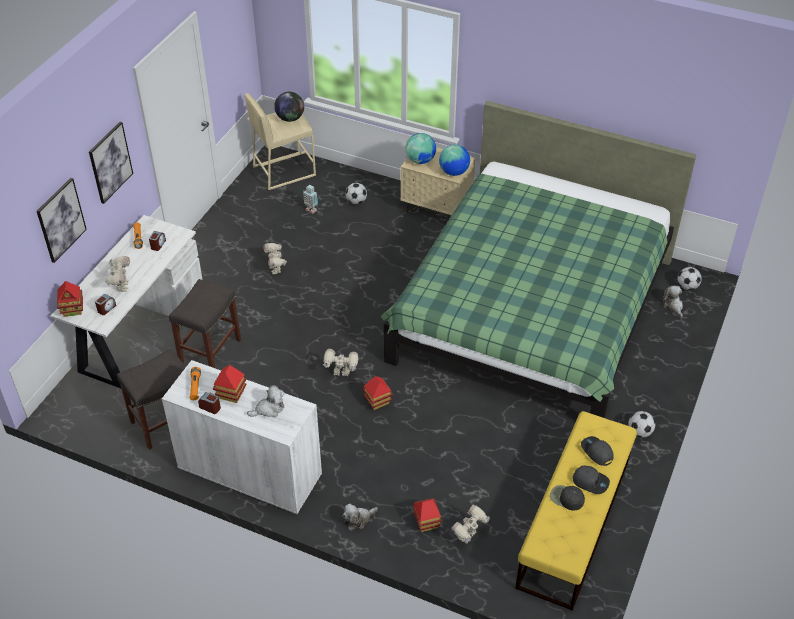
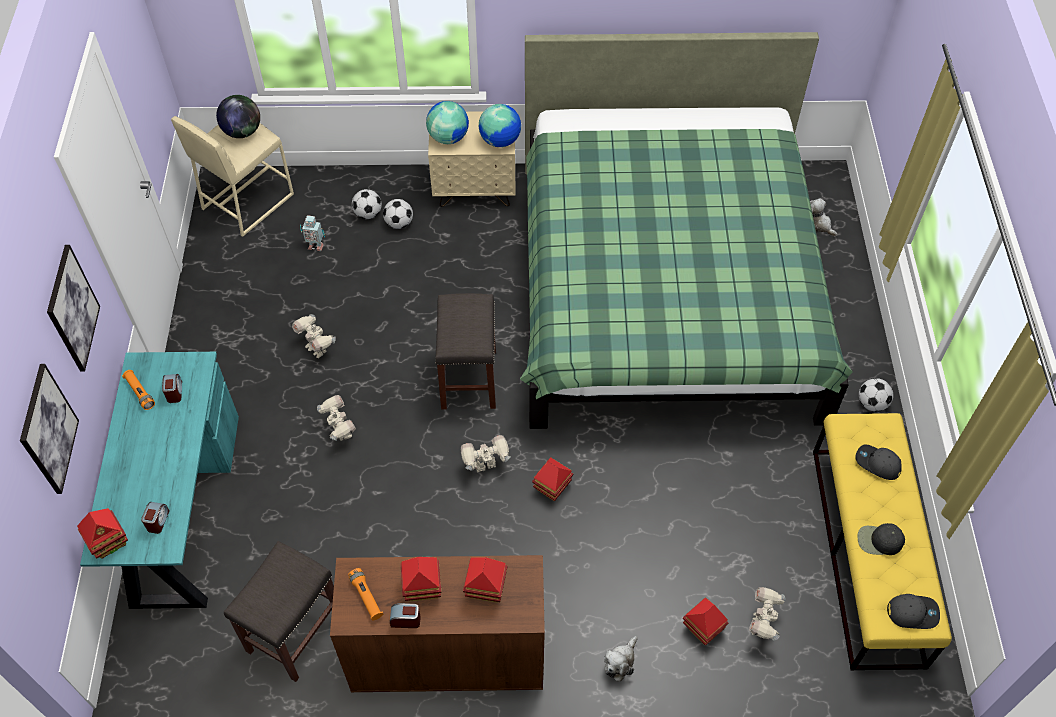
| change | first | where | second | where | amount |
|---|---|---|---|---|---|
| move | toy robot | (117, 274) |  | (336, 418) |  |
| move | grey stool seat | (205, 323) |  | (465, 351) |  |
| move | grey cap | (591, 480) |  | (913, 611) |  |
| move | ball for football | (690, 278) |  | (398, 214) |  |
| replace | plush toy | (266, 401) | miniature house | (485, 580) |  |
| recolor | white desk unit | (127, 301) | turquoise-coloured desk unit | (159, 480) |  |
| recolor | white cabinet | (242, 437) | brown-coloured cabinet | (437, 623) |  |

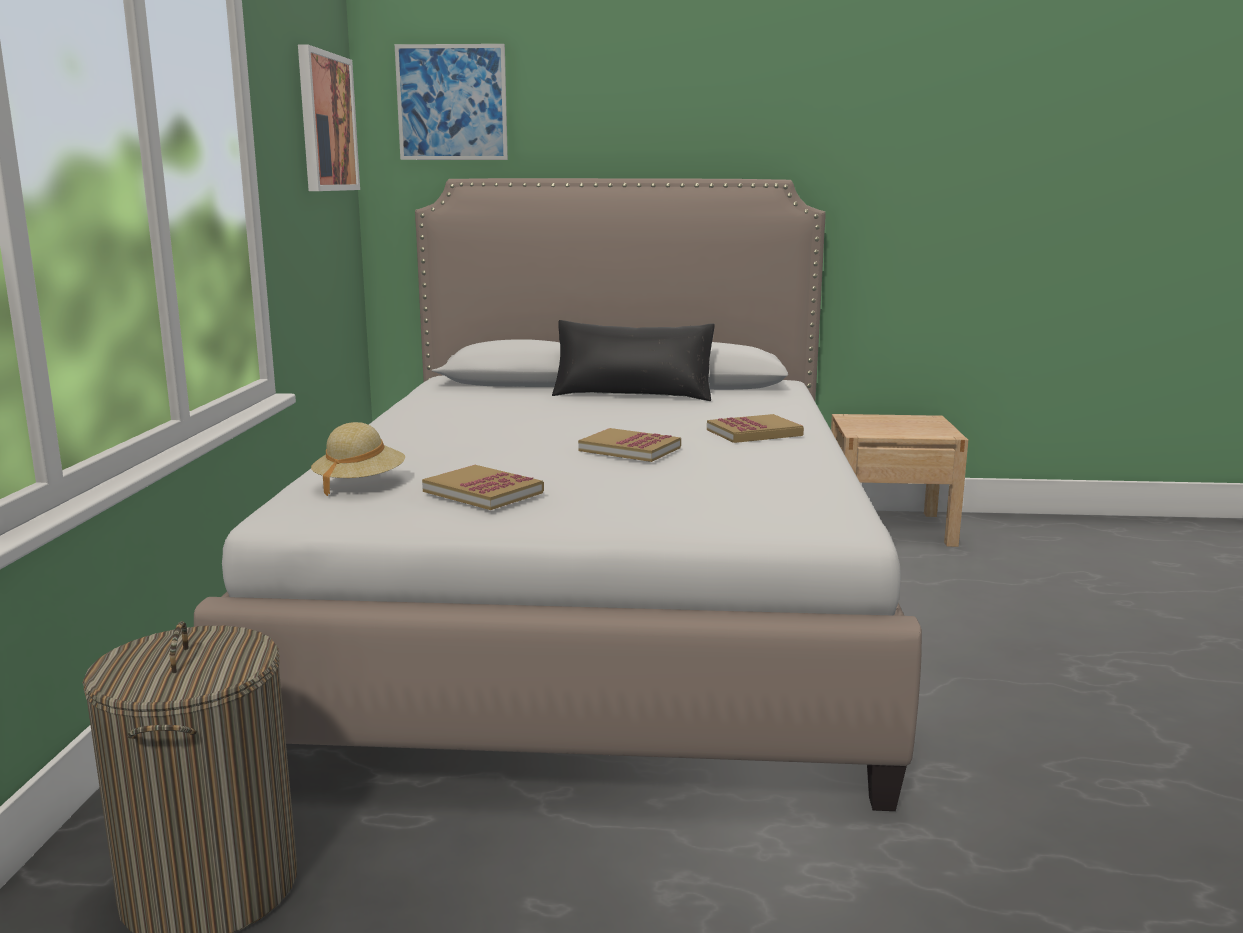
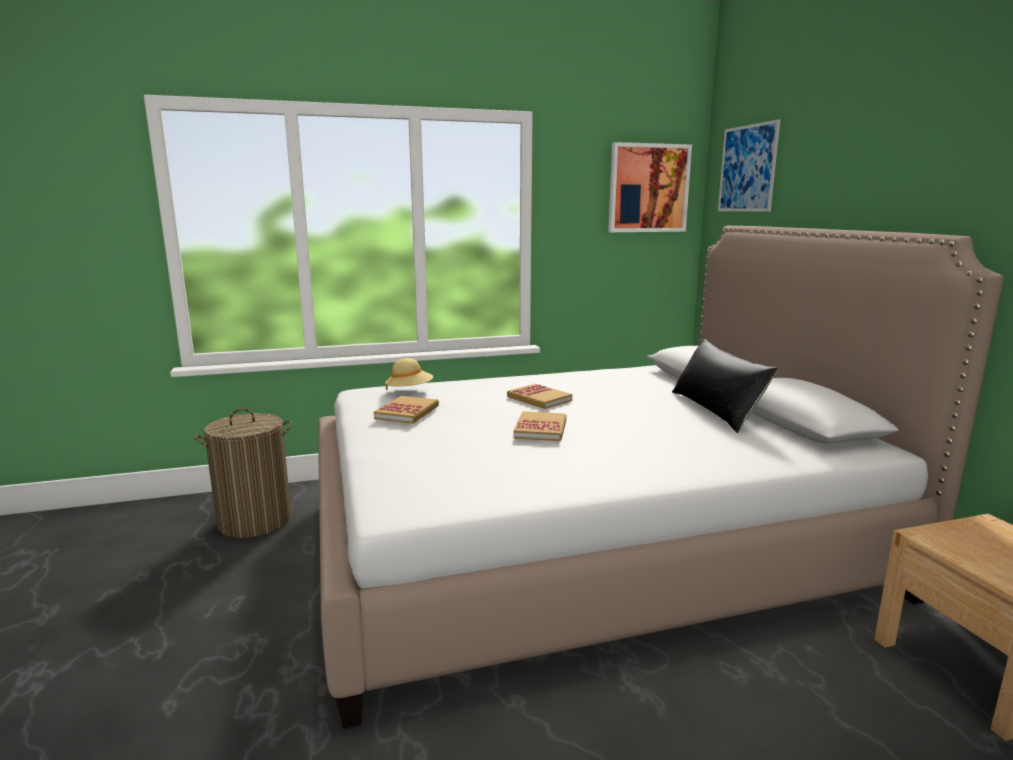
| change | first | where | second | where | amount |
|---|---|---|---|---|---|
| move | volume | (755, 428) |  | (540, 396) |  |

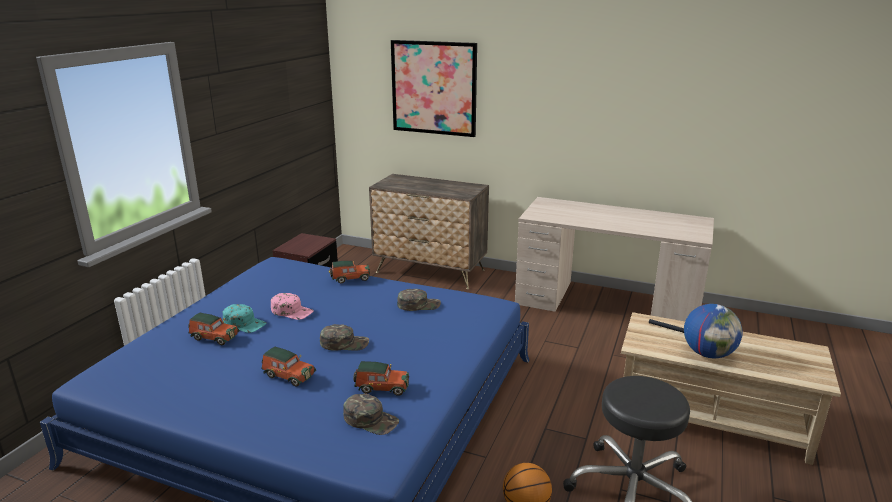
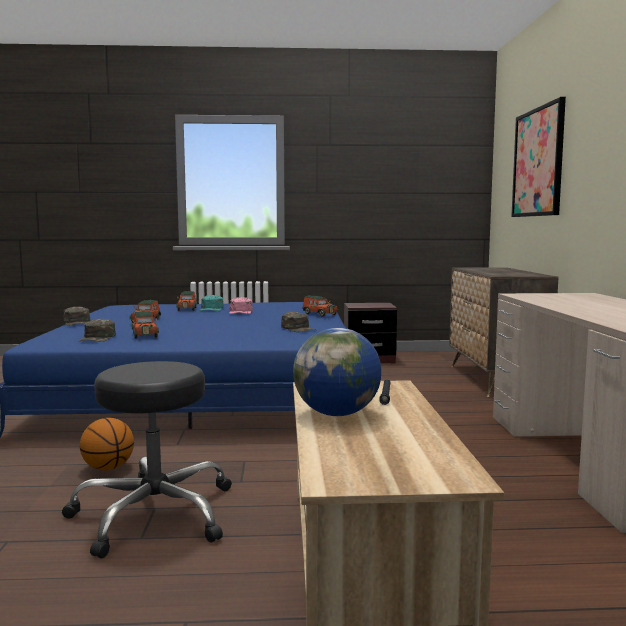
| change | first | where | second | where | amount |
|---|---|---|---|---|---|
| move | green cap | (344, 337) |  | (76, 316) |  |

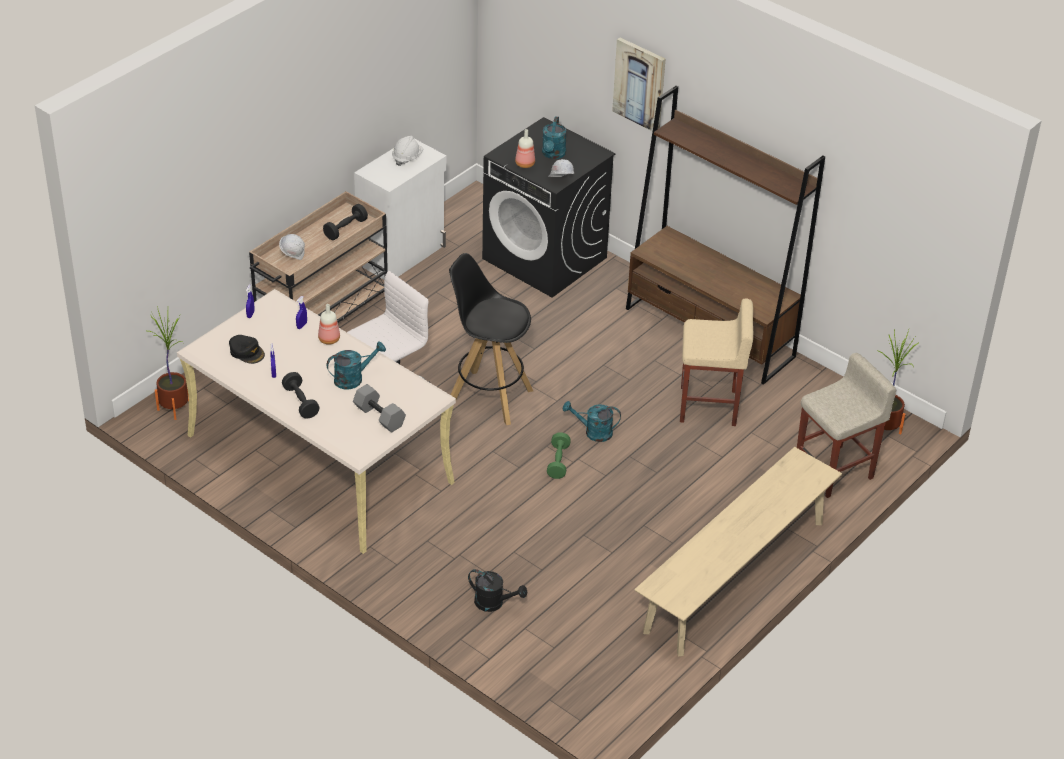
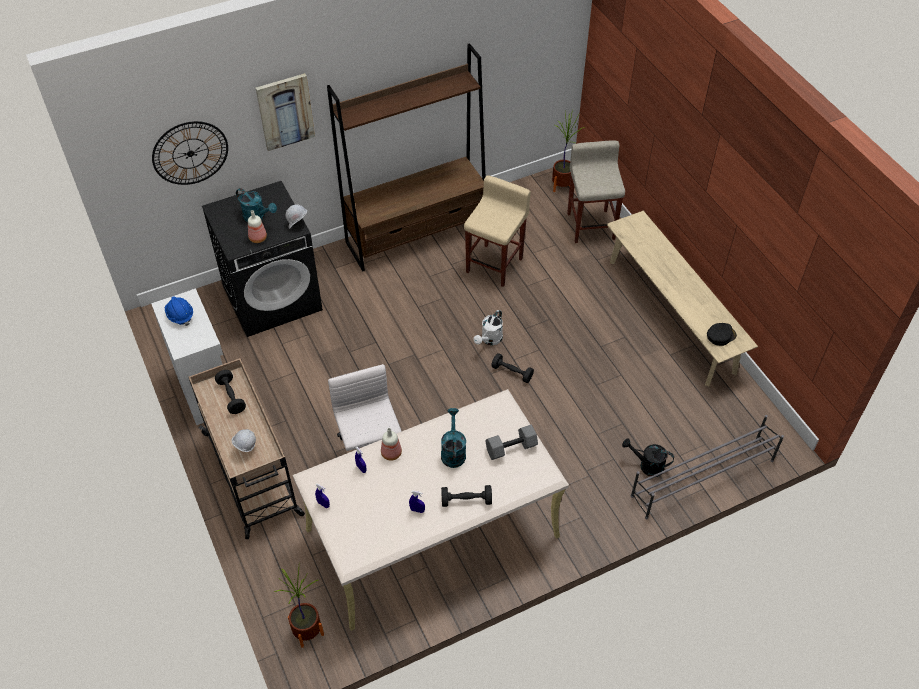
| change | first | where | second | where | amount |
|---|---|---|---|---|---|
| delete | black stool seat | (491, 339) |  |  |  |
| insert |  |  | clock on the wall | (190, 153) |  |
| insert |  |  | grey shoe rack | (707, 467) |  |
| move | black cap | (247, 349) |  | (722, 334) |  |
| recolor | white safety helmet | (408, 151) | bluish safety helmet | (179, 311) |  |
| recolor | green free weight | (559, 455) | black free weight | (512, 368) |  |
| recolor | turquoise-coloured sprinkling can | (592, 421) | white sprinkling can | (488, 327) |  |
| rotate | black sprinkling can | (497, 590) |  | (648, 457) | 120 degrees counterclockwise |

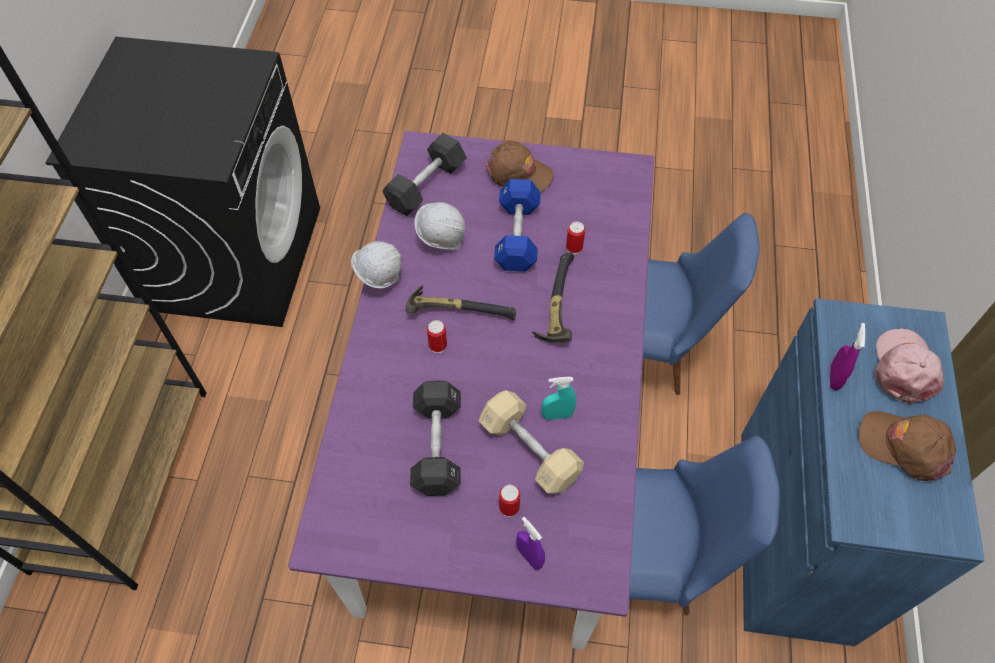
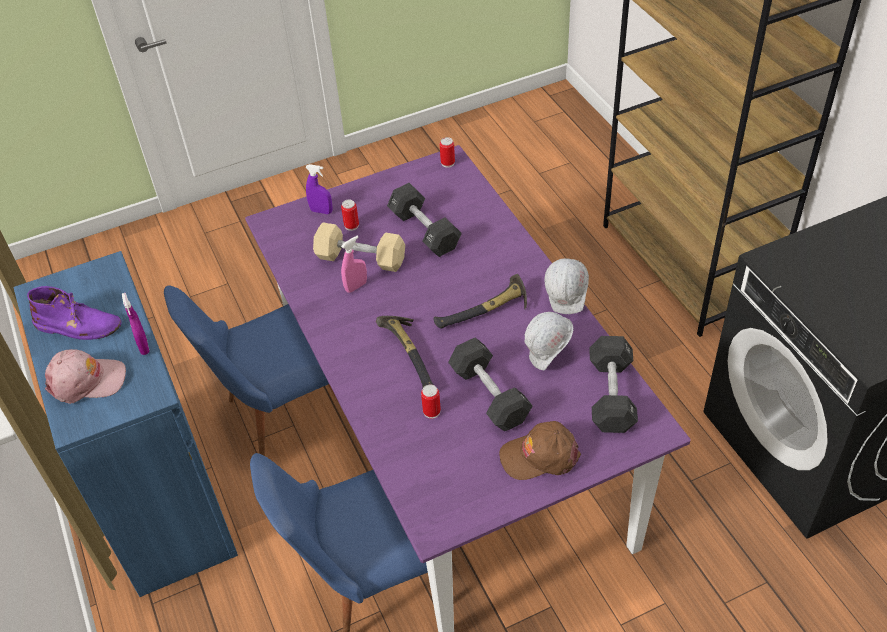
| change | first | where | second | where | amount |
|---|---|---|---|---|---|
| move | metal can | (437, 336) |  | (447, 152) |  |
| replace | brown-coloured cap | (907, 446) | purple-coloured boot | (74, 313) |  |
| recolor | bluish free weight | (517, 225) | black free weight | (490, 384) |  |
| recolor | turquoise-coloured spray bottle | (559, 398) | pink spray bottle | (354, 264) |  |
| rotate | pink cap | (909, 366) |  | (85, 376) | 75 degrees counterclockwise |

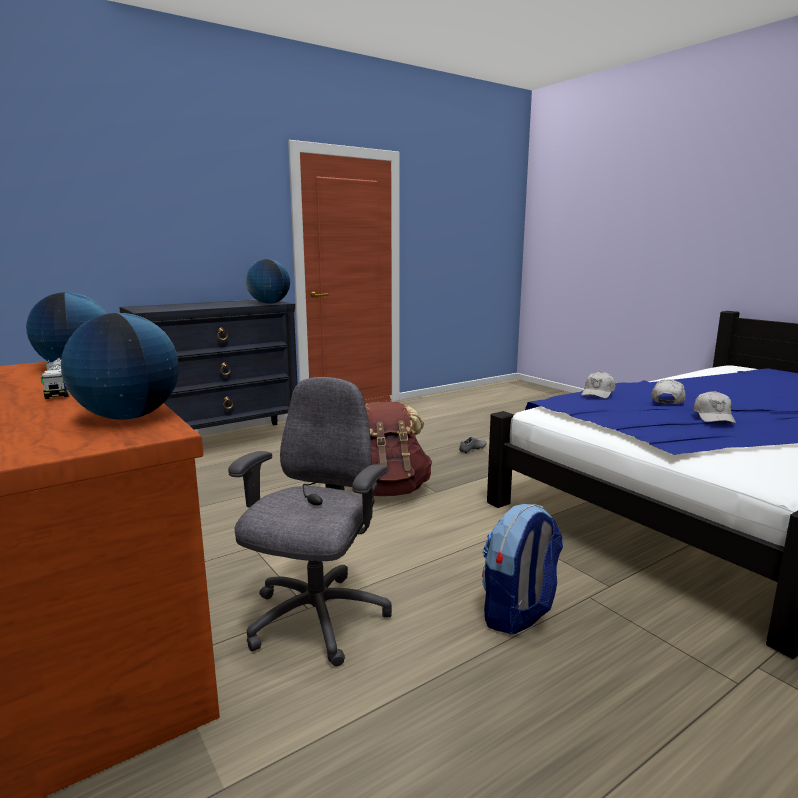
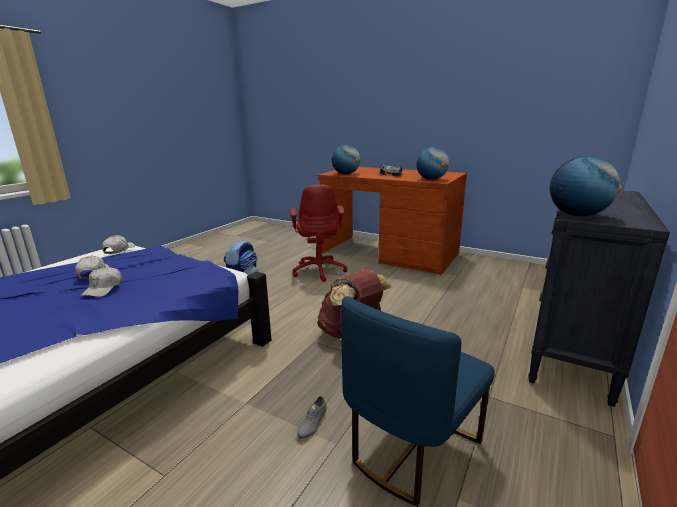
| change | first | where | second | where | amount |
|---|---|---|---|---|---|
| insert |  |  | bluish upright chair | (418, 401) |  |
| move | white cap | (598, 385) |  | (118, 244) |  |
| recolor | grey computer chair | (310, 521) | red-coloured computer chair | (318, 233) |  |

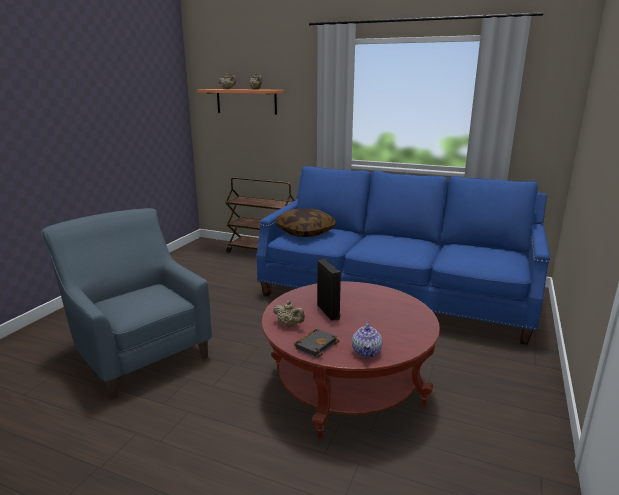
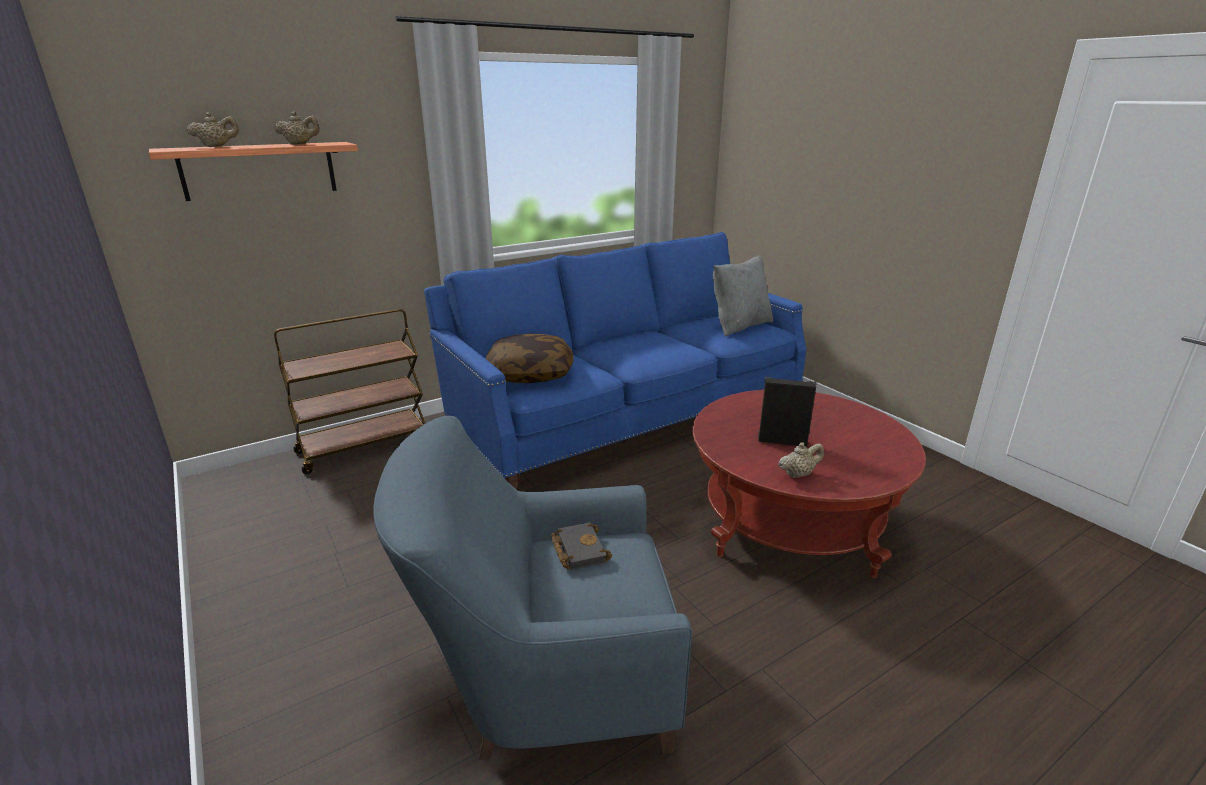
| change | first | where | second | where | amount |
|---|---|---|---|---|---|
| delete | pot for tea | (367, 340) |  |  |  |
| insert |  |  | grey cushion | (743, 296) |  |
| move | black volume | (317, 343) |  | (581, 546) |  |

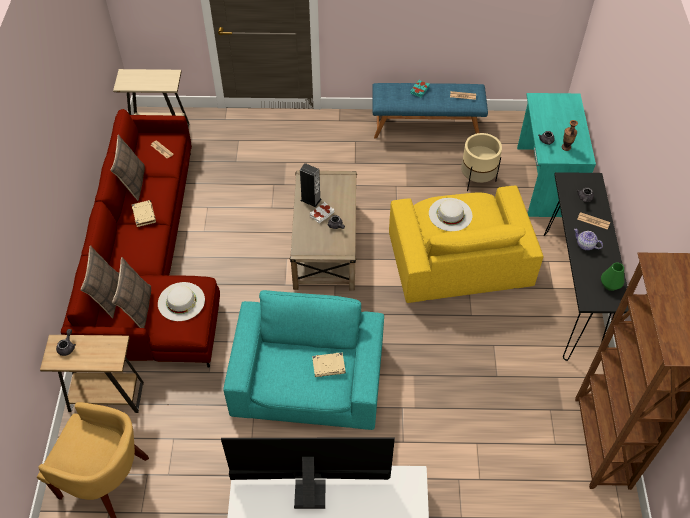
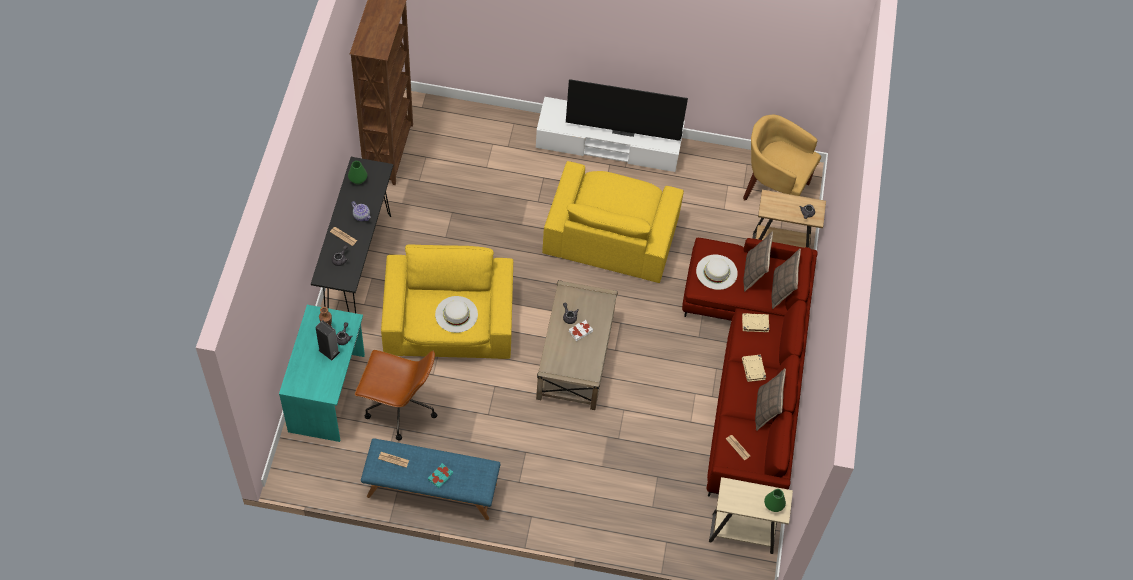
| change | first | where | second | where | amount |
|---|---|---|---|---|---|
| insert |  |  | green flower vase | (775, 500) |  |
| move | audio speaker | (311, 185) |  | (328, 340) |  |
| move | beige volume | (329, 364) |  | (755, 322) |  |
| replace | beige planter | (481, 162) | brown-coloured computer chair | (396, 395) |  |
| recolor | turquoise-coloured easy chair | (303, 360) | yellowish easy chair | (613, 222) |  |

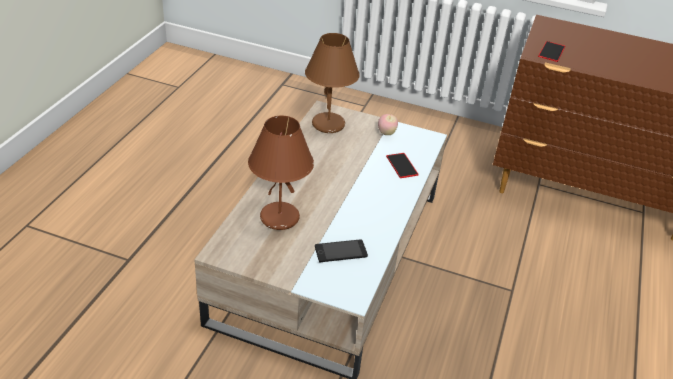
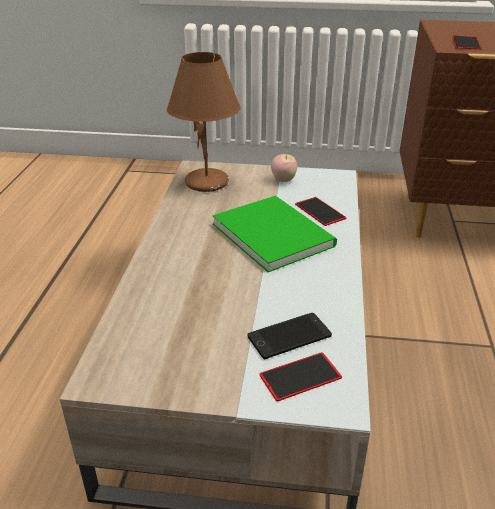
| change | first | where | second | where | amount |
|---|---|---|---|---|---|
| delete | brown-coloured tabletop lamp | (281, 173) |  |  |  |
| insert |  |  | green volume | (274, 234) |  |
| insert |  |  | handset | (300, 376) |  |

